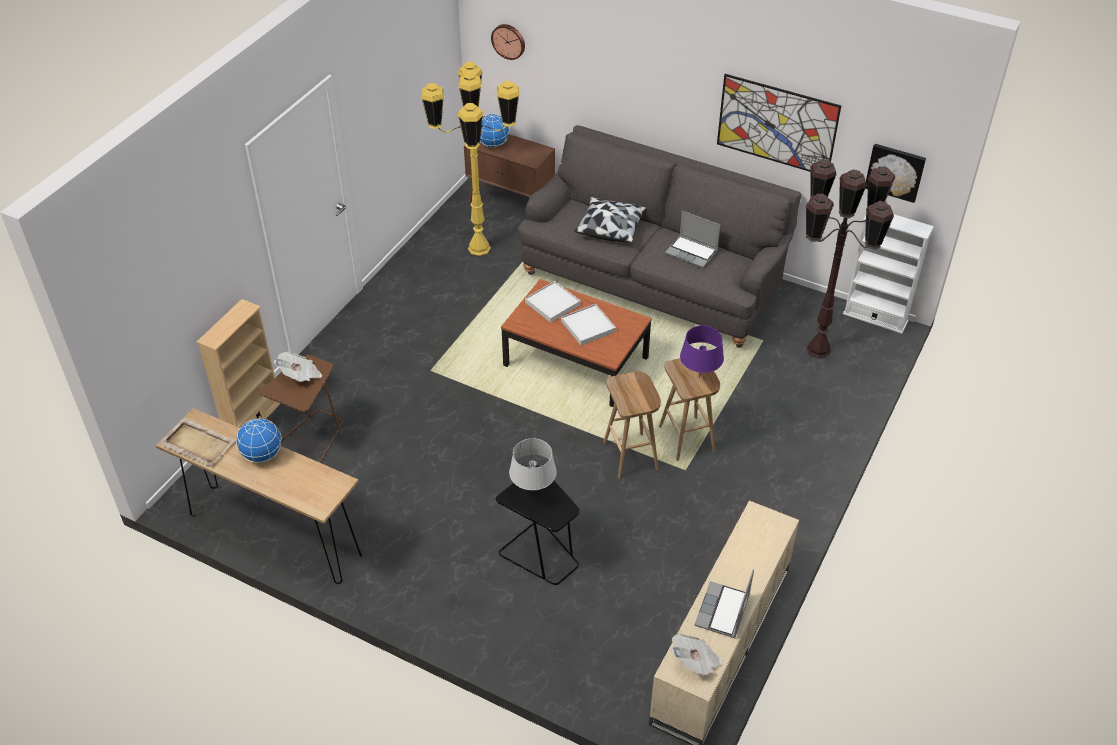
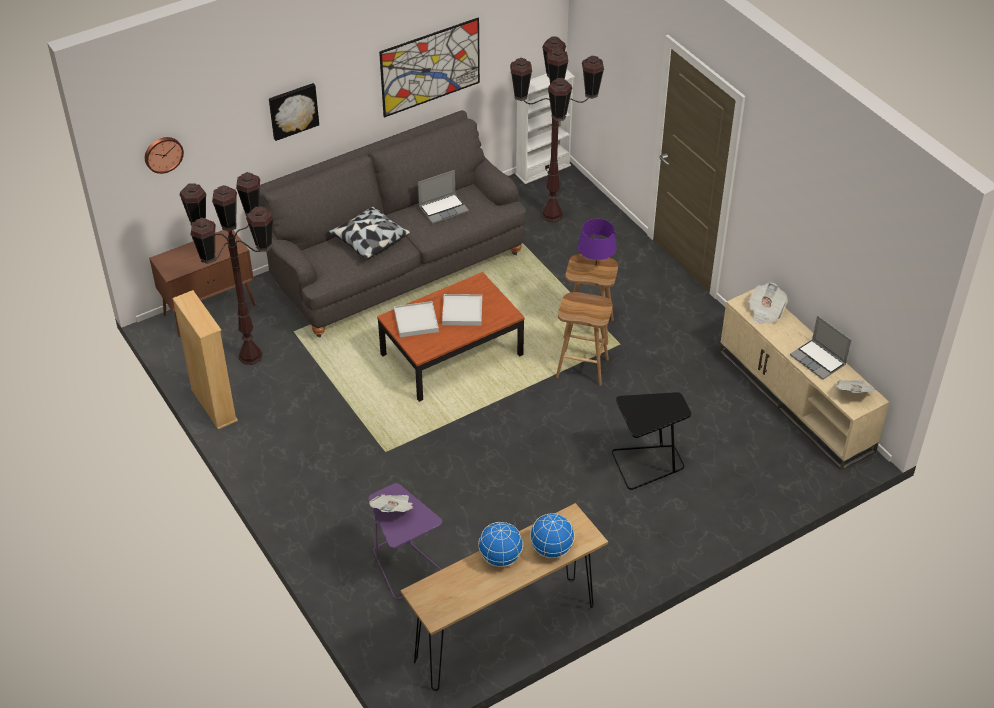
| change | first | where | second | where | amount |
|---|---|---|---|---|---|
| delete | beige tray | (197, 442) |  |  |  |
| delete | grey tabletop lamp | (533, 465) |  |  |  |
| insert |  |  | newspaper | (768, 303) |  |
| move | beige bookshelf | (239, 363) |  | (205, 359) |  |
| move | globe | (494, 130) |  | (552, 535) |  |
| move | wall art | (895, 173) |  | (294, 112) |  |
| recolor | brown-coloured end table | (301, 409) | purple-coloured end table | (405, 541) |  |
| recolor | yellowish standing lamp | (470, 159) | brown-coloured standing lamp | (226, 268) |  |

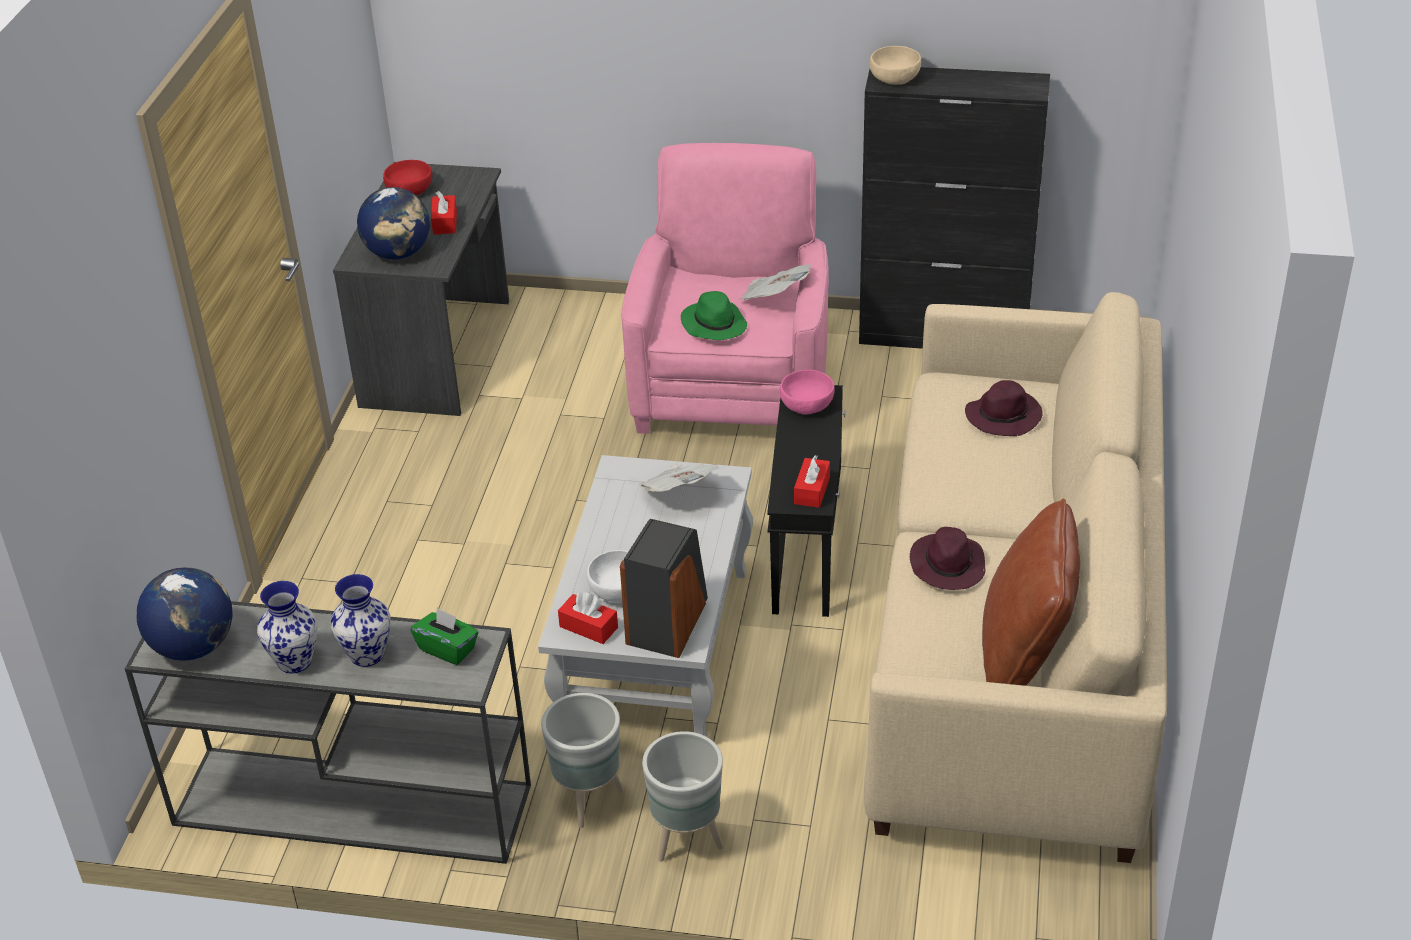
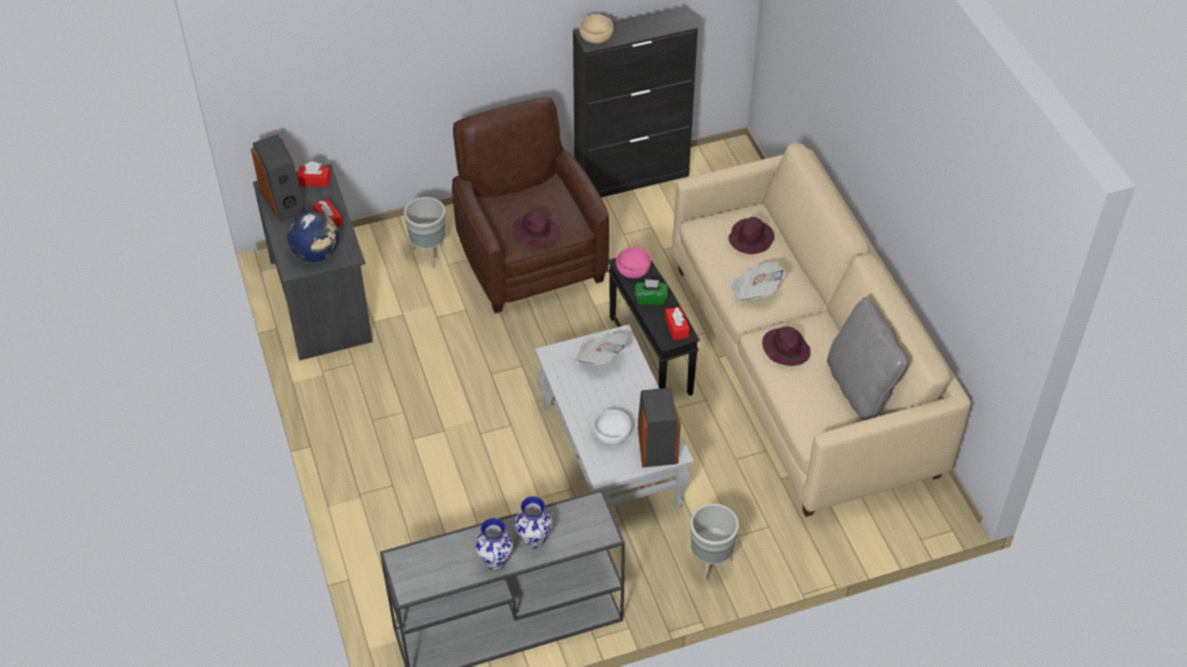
| change | first | where | second | where | amount |
|---|---|---|---|---|---|
| delete | globe | (184, 614) |  |  |  |
| move | green tissue box | (445, 636) |  | (651, 292) |  |
| move | grey planter | (582, 760) |  | (424, 232) |  |
| move | red-coloured tissue box | (588, 618) |  | (313, 174) |  |
| move | newspaper | (775, 282) |  | (757, 282) |  |
| replace | red-coloured bowl | (407, 177) | audio speaker | (278, 178) |  |
| recolor | pink easy chair | (724, 288) | brown-coloured easy chair | (530, 205) |  |
| recolor | green wearable hat | (714, 315) | purple-coloured wearable hat | (536, 227) |  |
| recolor | brown-coloured cushion | (1031, 592) | grey cushion | (868, 359) |  |

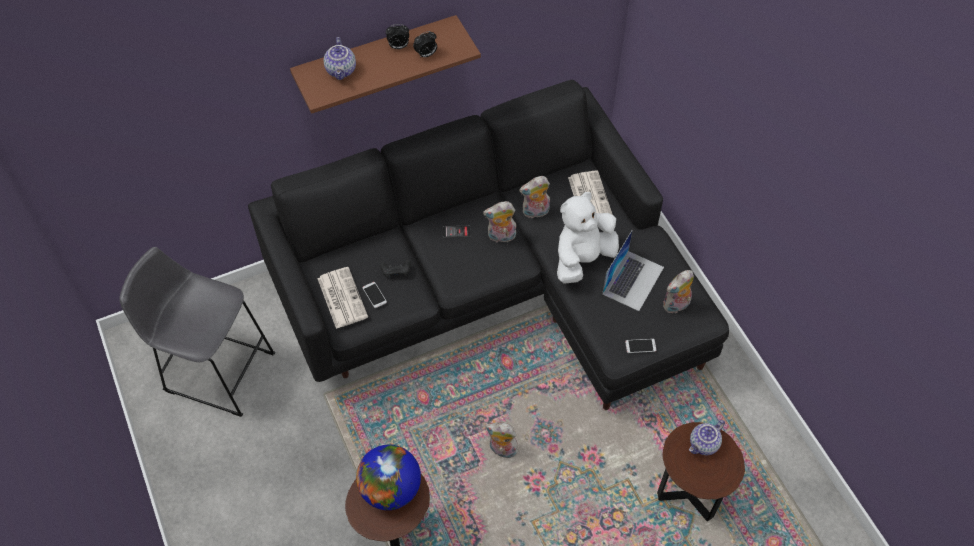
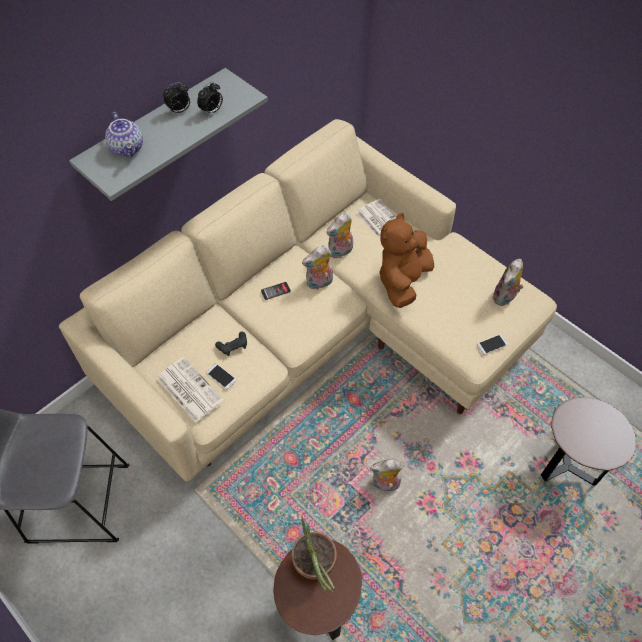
| change | first | where | second | where | amount |
|---|---|---|---|---|---|
| delete | notebook computer | (633, 270) |  |  |  |
| delete | pot for tea | (707, 437) |  |  |  |
| replace | globe | (388, 477) | plant in a pot | (314, 554) |  |
| recolor | black sofa | (488, 245) | beige sofa | (308, 300) |  |
| recolor | brown-coloured wall shelf | (385, 64) | grey wall shelf | (168, 134) |  |
| recolor | white plush toy | (588, 238) | brown-coloured plush toy | (406, 260) |  |

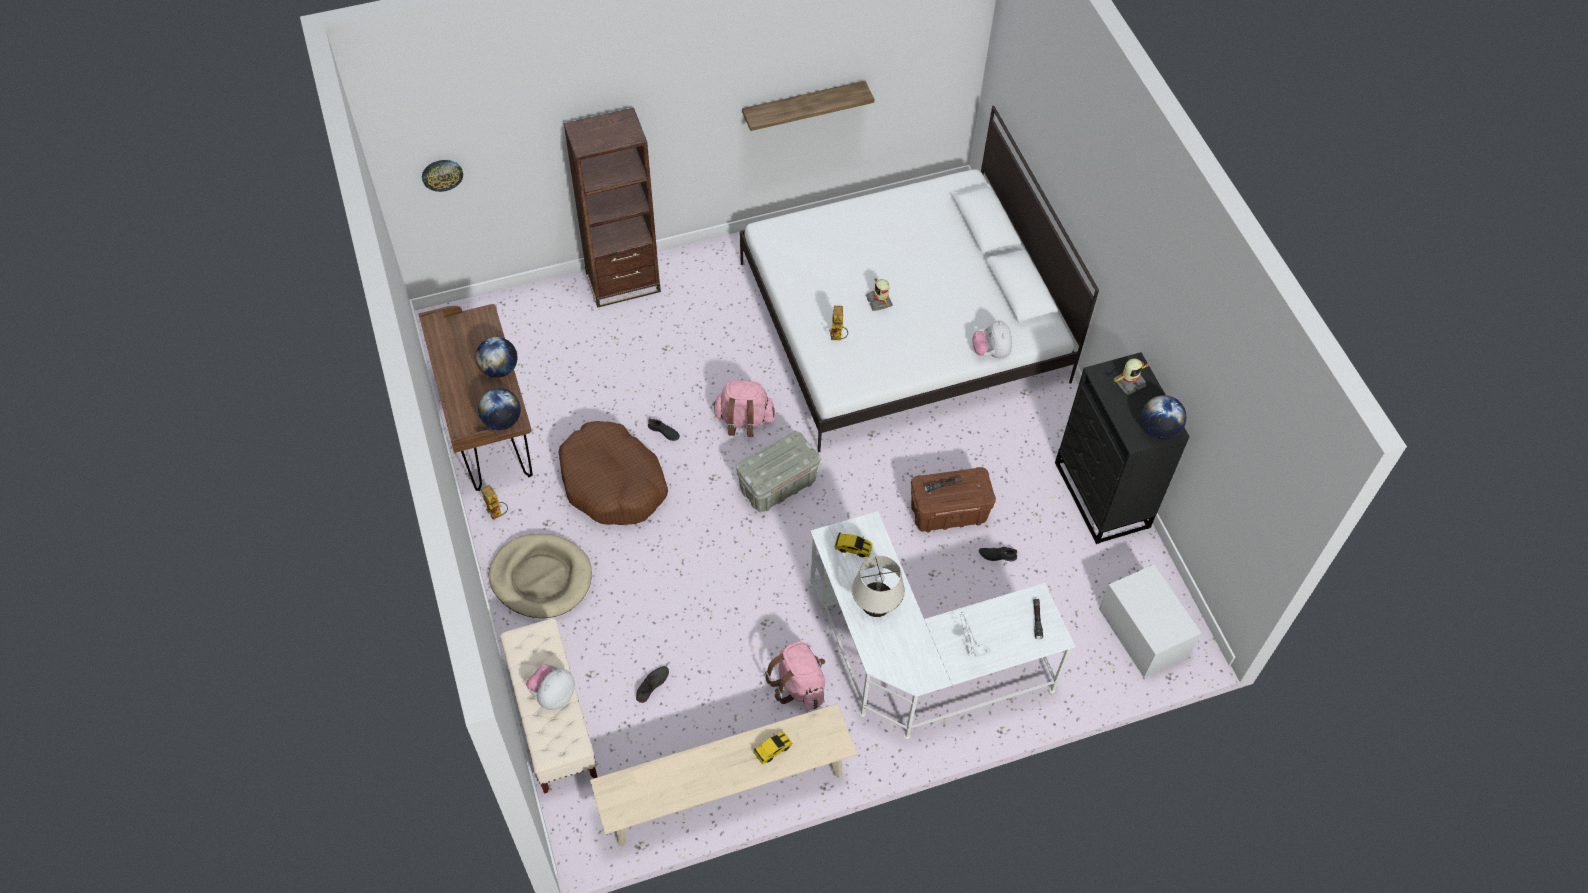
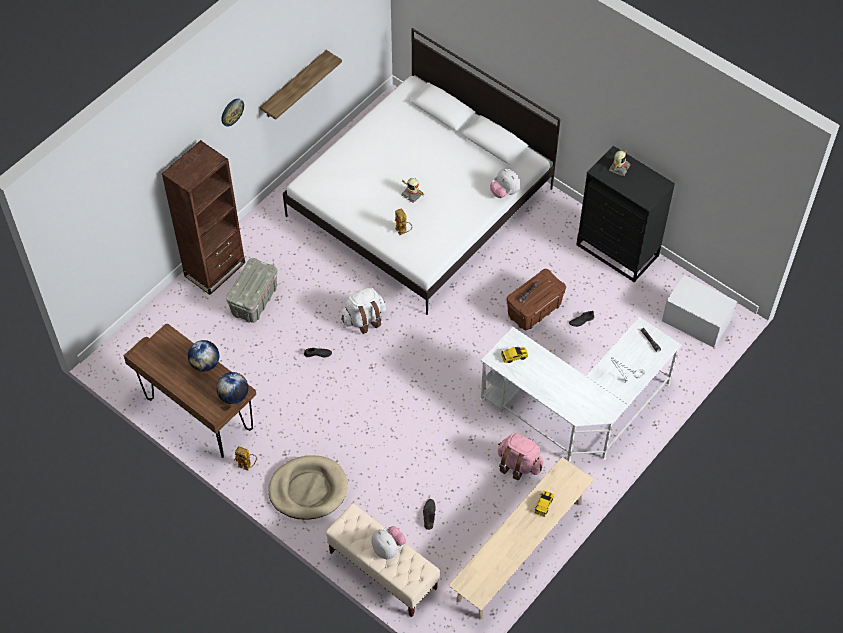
| change | first | where | second | where | amount |
|---|---|---|---|---|---|
| delete | brown-coloured dog bed | (613, 473) |  |  |  |
| delete | beige tabletop lamp | (878, 586) |  |  |  |
| delete | globe | (1163, 417) |  |  |  |
| move | clock on the wall | (442, 176) |  | (232, 112) |  |
| move | grey storage box | (778, 471) |  | (251, 290) |  |
| recolor | pink backpack | (743, 408) | white backpack | (363, 311) |  |
| rotate | plush toy | (550, 687) |  | (389, 542) | 135 degrees clockwise |

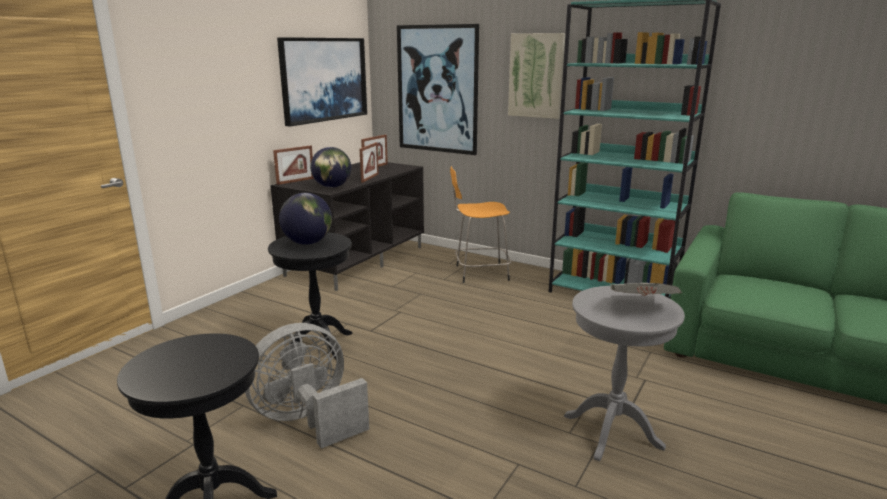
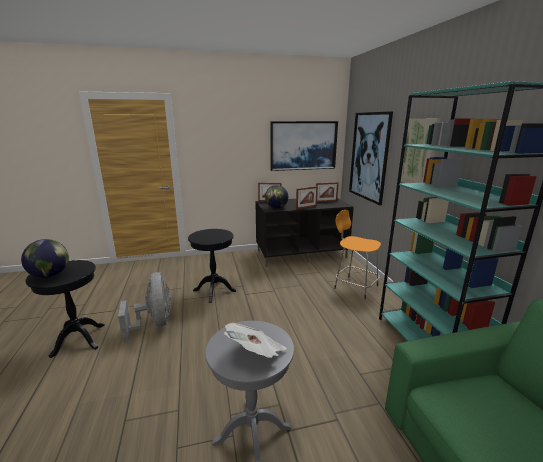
| change | first | where | second | where | amount |
|---|---|---|---|---|---|
| move | globe | (305, 219) |  | (45, 258) |  |
| rotate | grey fan | (307, 386) |  | (144, 307) | 60 degrees clockwise |

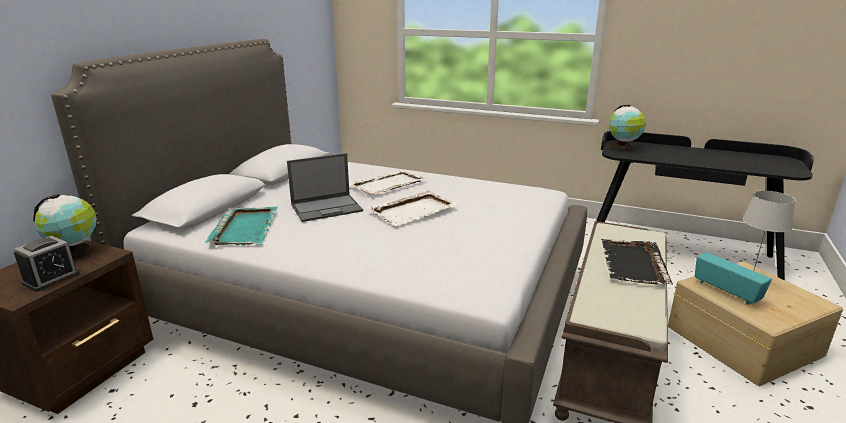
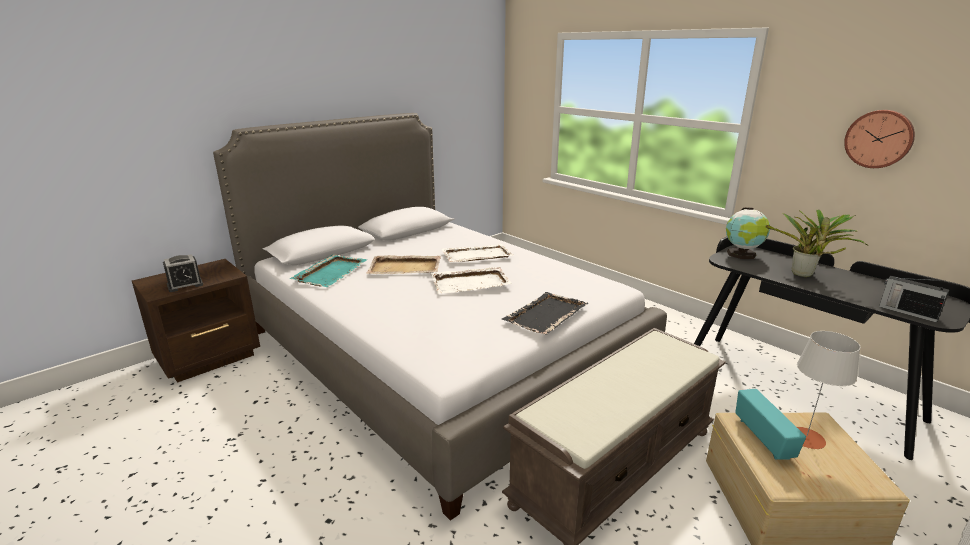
| change | first | where | second | where | amount |
|---|---|---|---|---|---|
| delete | globe | (65, 227) |  |  |  |
| insert |  |  | plant in a pot | (817, 243) |  |
| insert |  |  | clock on the wall | (879, 139) |  |
| insert |  |  | radio receiver | (914, 299) |  |
| move | black tray | (637, 261) |  | (545, 313) |  |
| replace | notebook computer | (325, 187) | beige tray | (403, 264) |  |

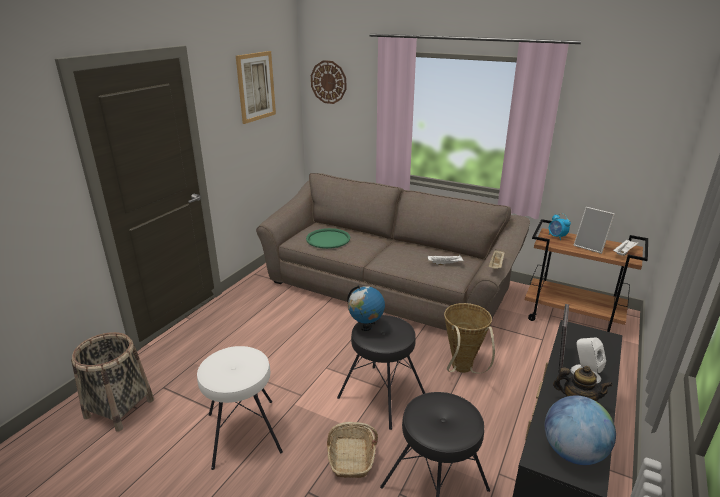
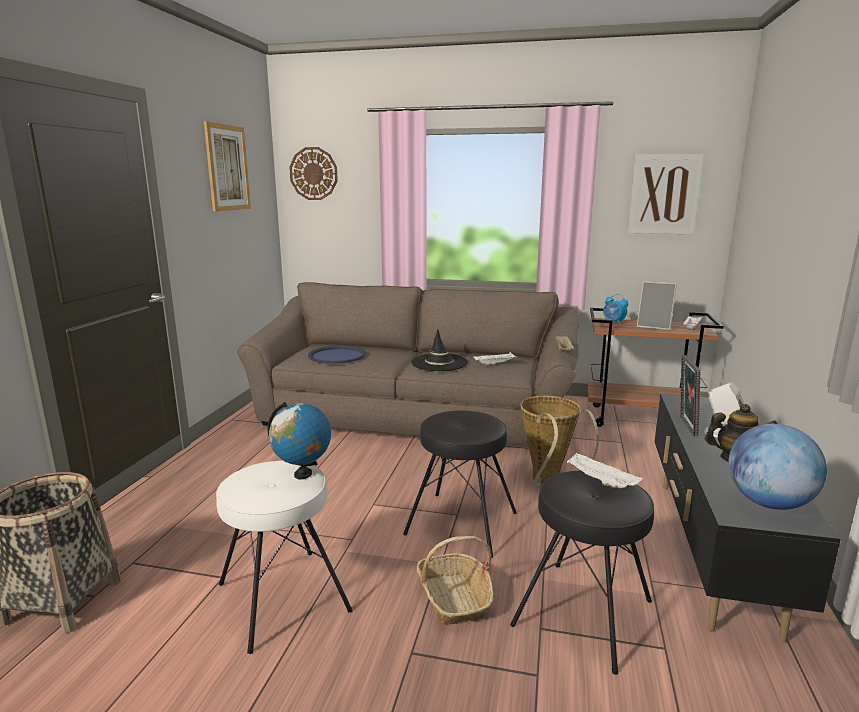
| change | first | where | second | where | amount |
|---|---|---|---|---|---|
| insert |  |  | black wearable hat | (439, 350) |  |
| insert |  |  | white tray | (605, 470) |  |
| insert |  |  | wall art | (665, 194) |  |
| move | globe | (366, 308) |  | (299, 440) |  |
| recolor | green tray | (328, 238) | bluish tray | (337, 354) |  |

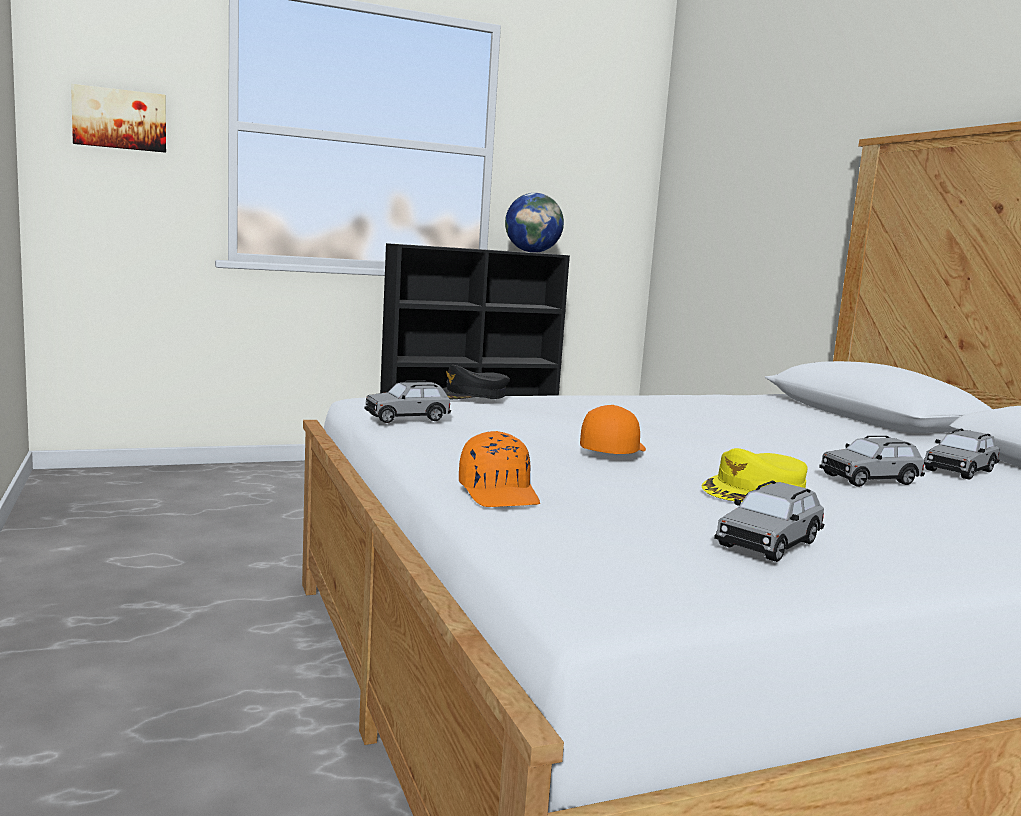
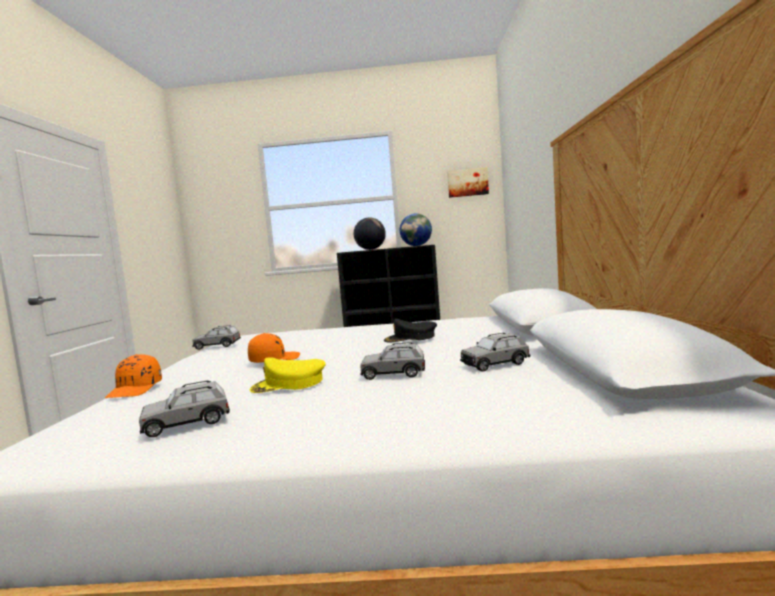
| change | first | where | second | where | amount |
|---|---|---|---|---|---|
| insert |  |  | globe | (370, 233) |  |
| move | wall art | (118, 118) |  | (468, 182) |  |
| move | black cap | (476, 382) |  | (410, 330) |  |

